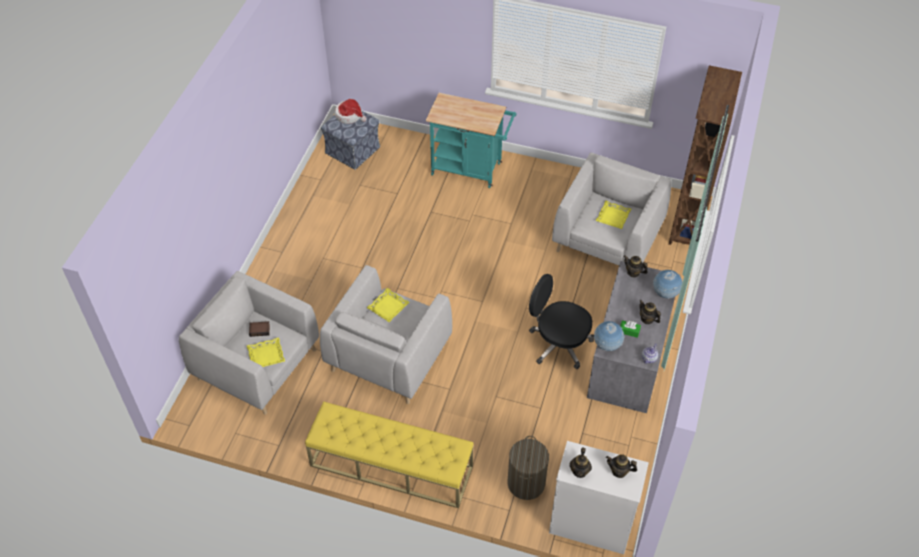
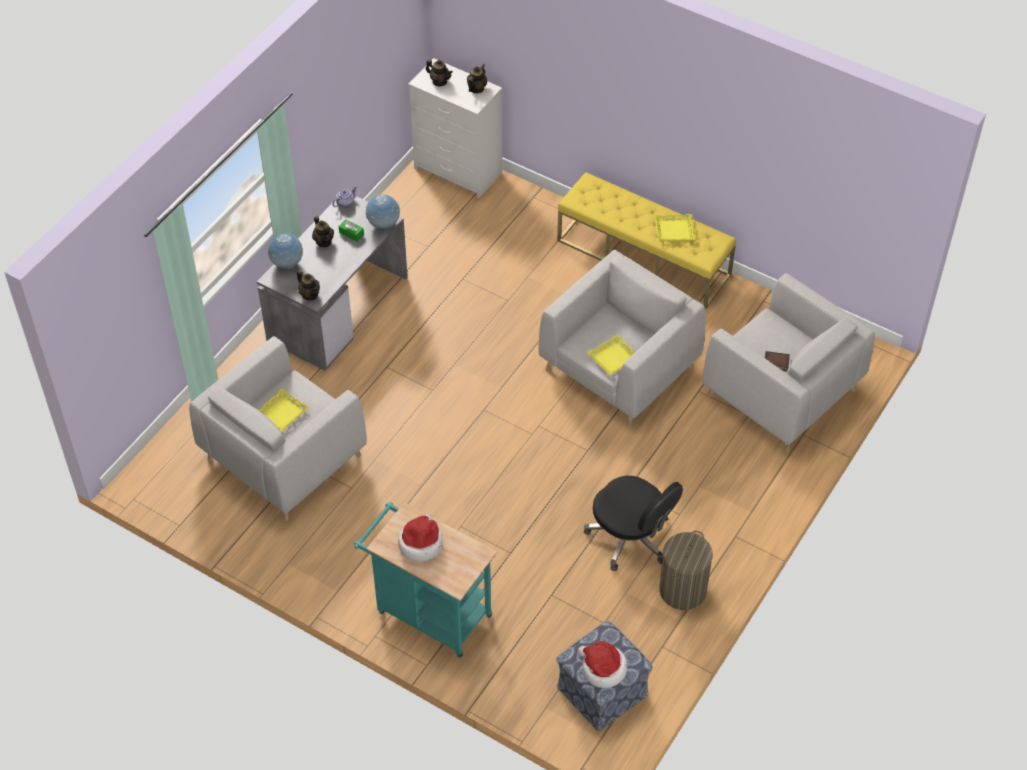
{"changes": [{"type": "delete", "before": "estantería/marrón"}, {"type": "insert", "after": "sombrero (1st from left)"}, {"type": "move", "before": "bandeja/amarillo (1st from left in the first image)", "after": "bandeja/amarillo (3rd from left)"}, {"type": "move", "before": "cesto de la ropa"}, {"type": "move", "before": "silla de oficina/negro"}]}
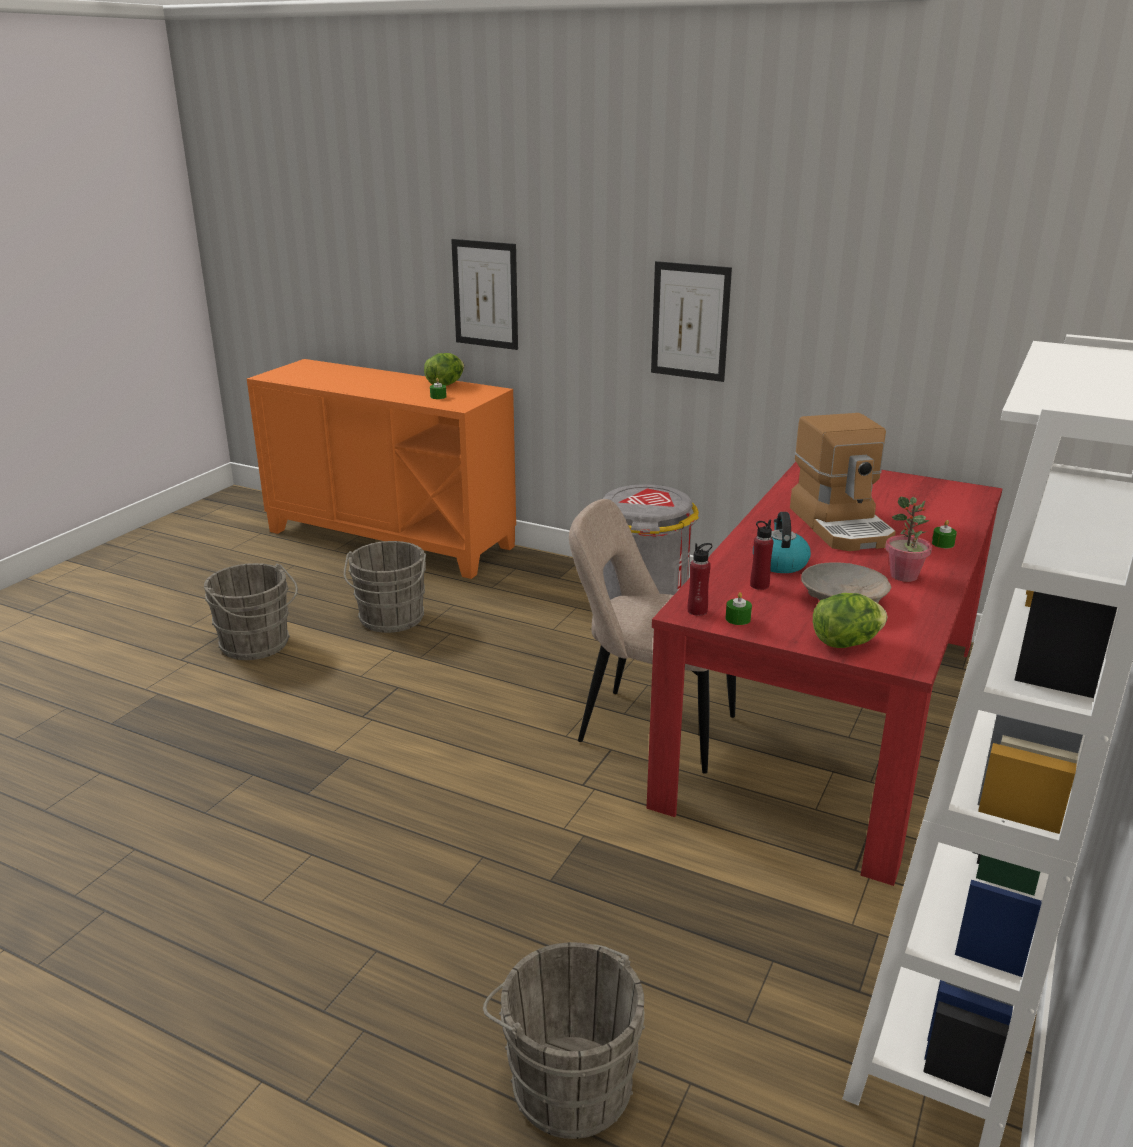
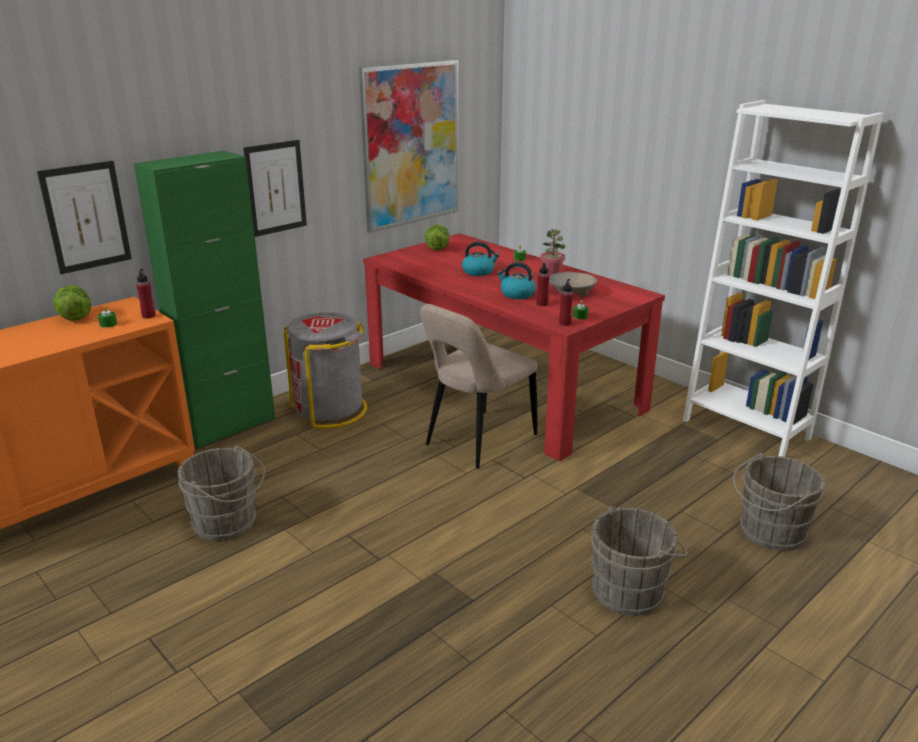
{"changes": [{"type": "insert", "after": "armario/verde"}, {"type": "insert", "after": "botella/rojo (1st from left)"}, {"type": "insert", "after": "cuadro (3rd from left)"}, {"type": "move", "before": "cubo/gris (1st from left in the first image)", "after": "cubo/gris (2nd from left)"}, {"type": "move", "before": "lechuga (2nd from left)"}, {"type": "replace", "before": "cafetera", "after": "hervidor (1st from left)"}]}
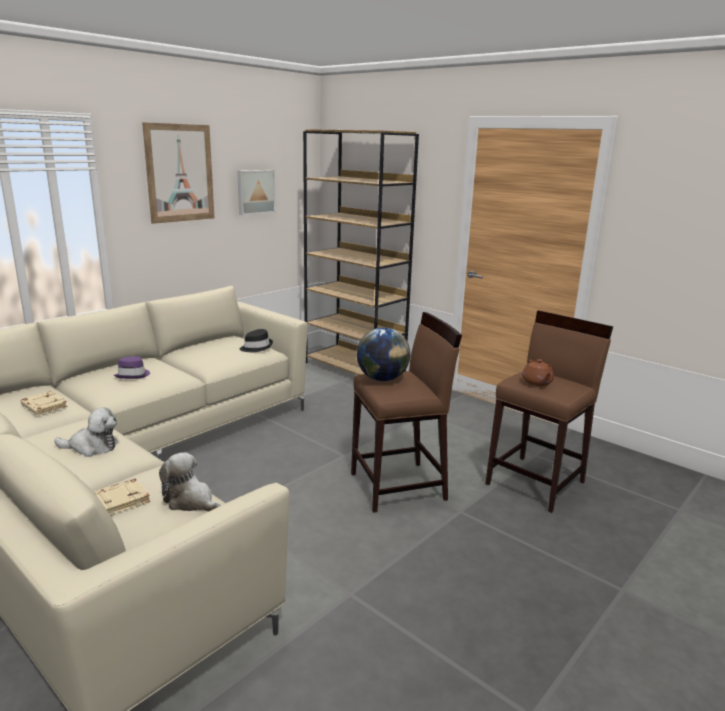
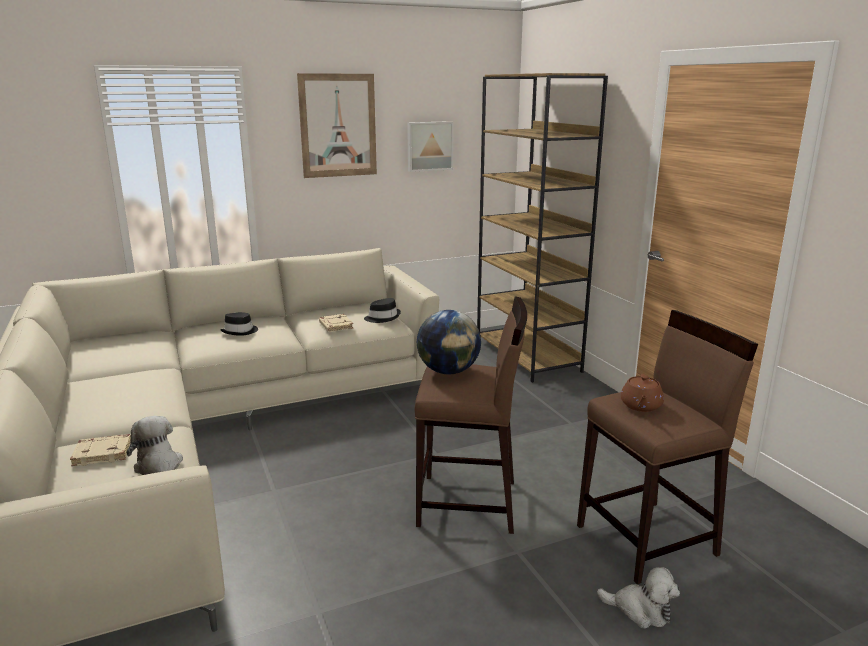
{"changes": [{"type": "move", "before": "libro/beis (1st from left in the first image)", "after": "libro/beis (2nd from left)"}, {"type": "move", "before": "peluche (1st from left in the first image)", "after": "peluche (2nd from left)"}, {"type": "recolor", "before": "sombrero/morado", "after": "sombrero/negro (1st from left)"}]}
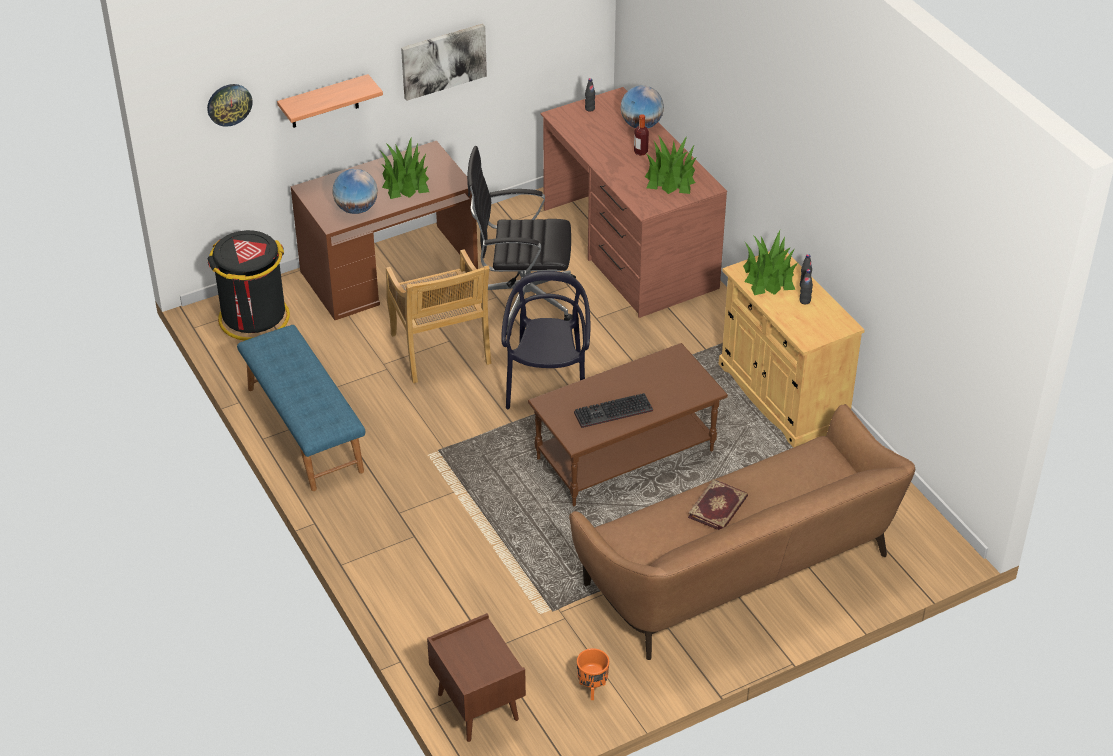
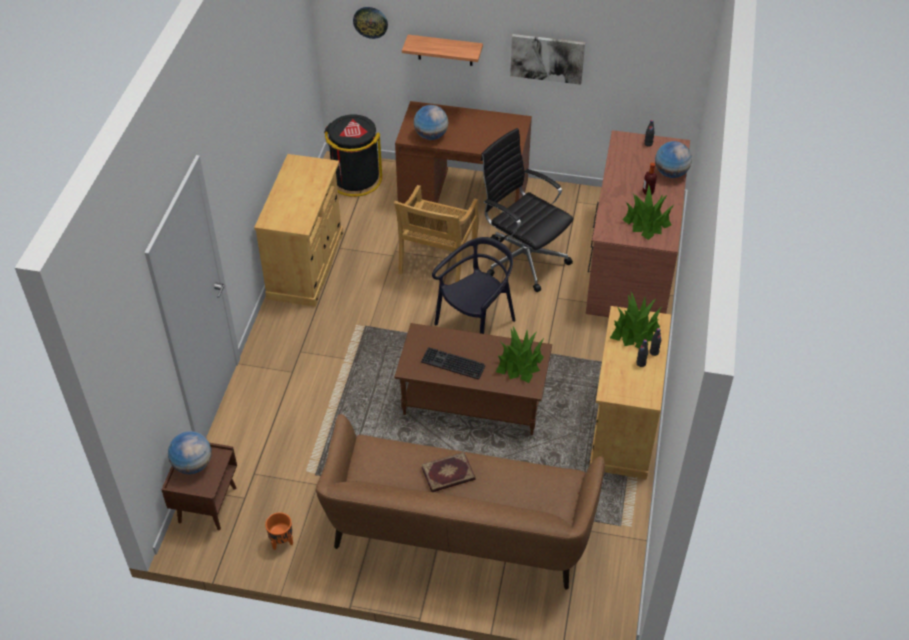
{"changes": [{"type": "insert", "after": "globo terráqueo (1st from left)"}, {"type": "move", "before": "planta en maceta (1st from left)"}, {"type": "replace", "before": "banco/azul", "after": "armario/beis (1st from left)"}]}
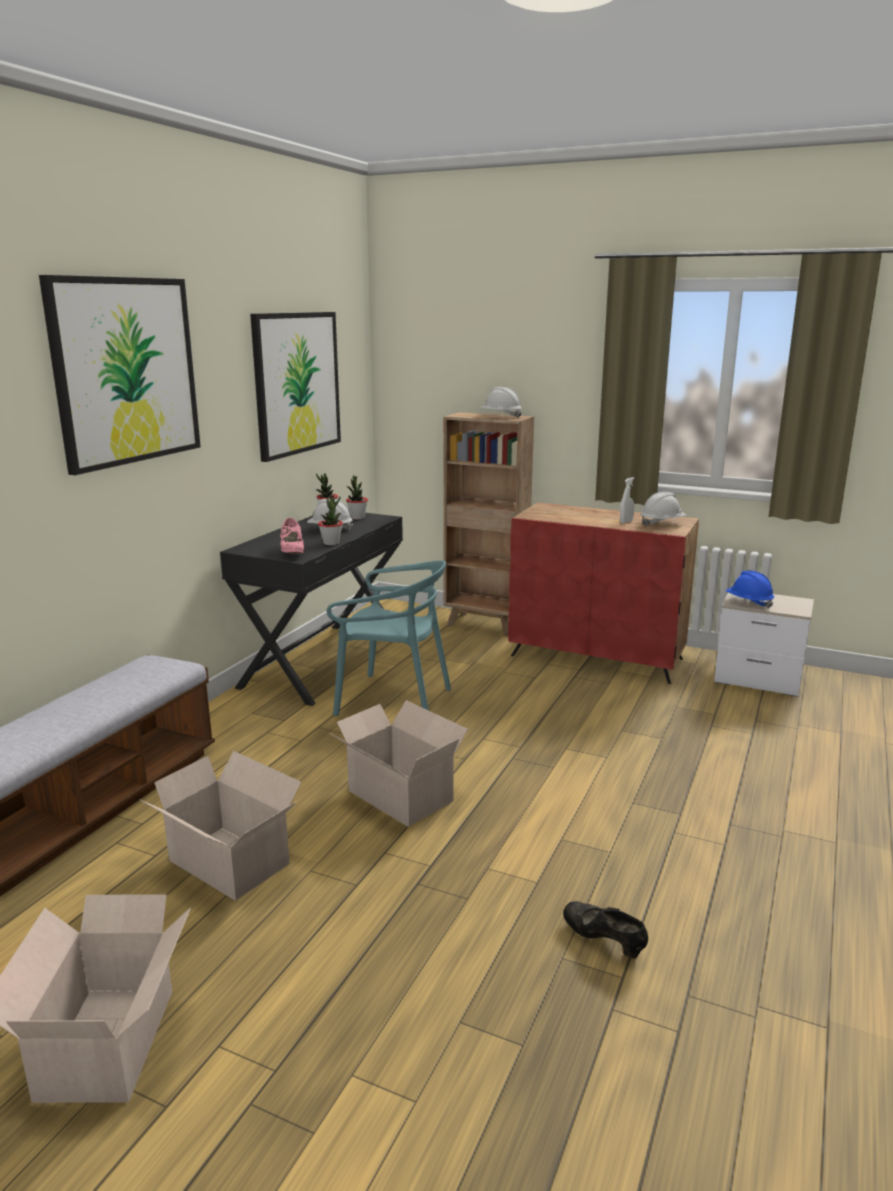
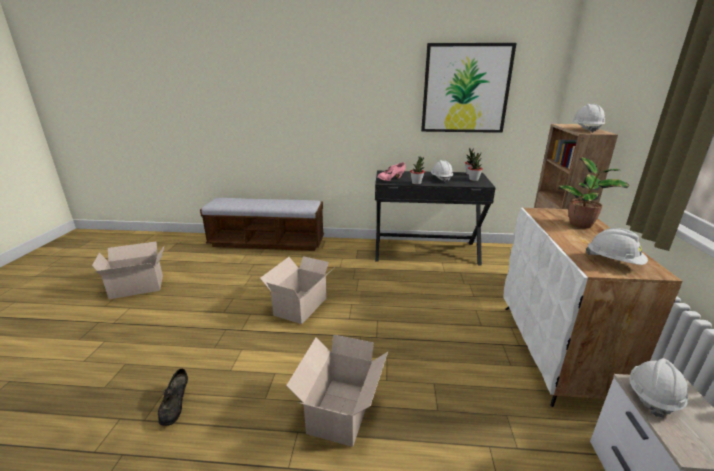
{"changes": [{"type": "delete", "before": "cuadro (1st from left)"}, {"type": "delete", "before": "silla/turquesa"}, {"type": "delete", "before": "pulverizador/blanco"}, {"type": "insert", "after": "planta en maceta (4th from left)"}, {"type": "move", "before": "caja de cartón (2nd from left in the first image)", "after": "caja de cartón (3rd from left)"}, {"type": "recolor", "before": "armario/rojo", "after": "armario/blanco"}, {"type": "recolor", "before": "casco/azul", "after": "casco/blanco (4th from left)"}, {"type": "rotate", "before": "zapato/negro", "turn": 150}]}
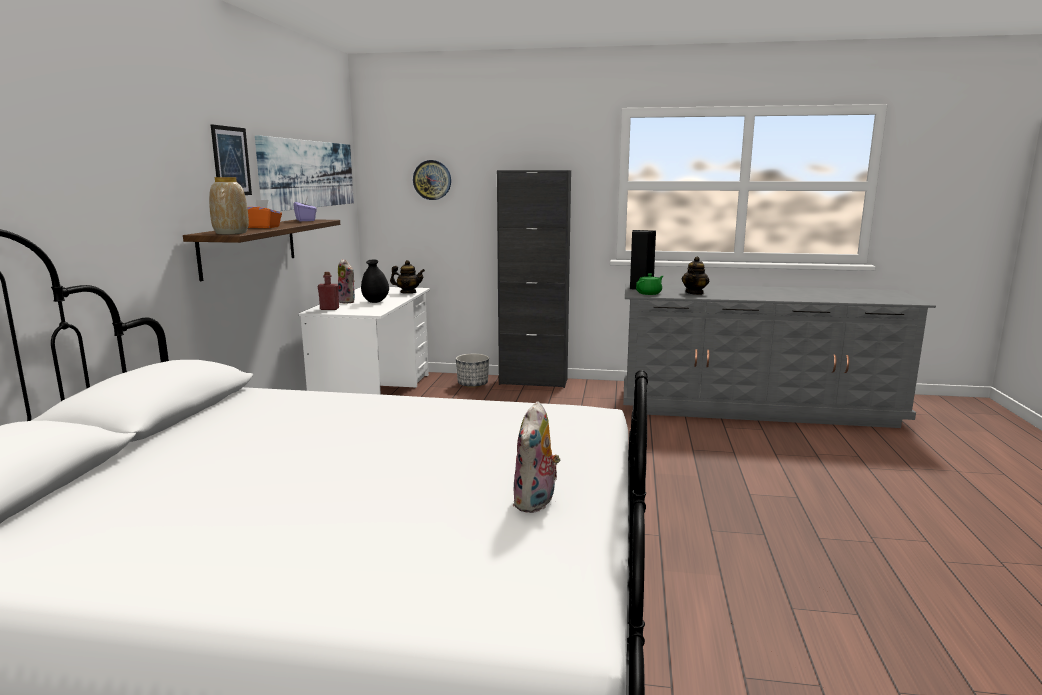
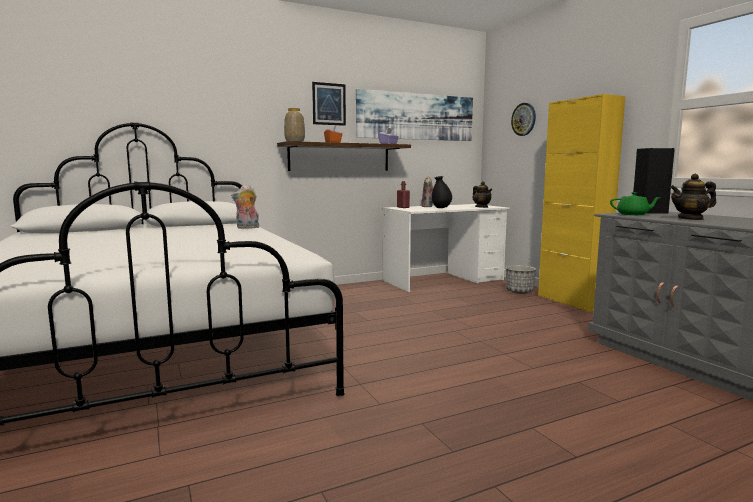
{"changes": [{"type": "move", "before": "peluche (2nd from left in the first image)", "after": "peluche (1st from left)"}, {"type": "recolor", "before": "armario/negro", "after": "armario/amarillo"}]}
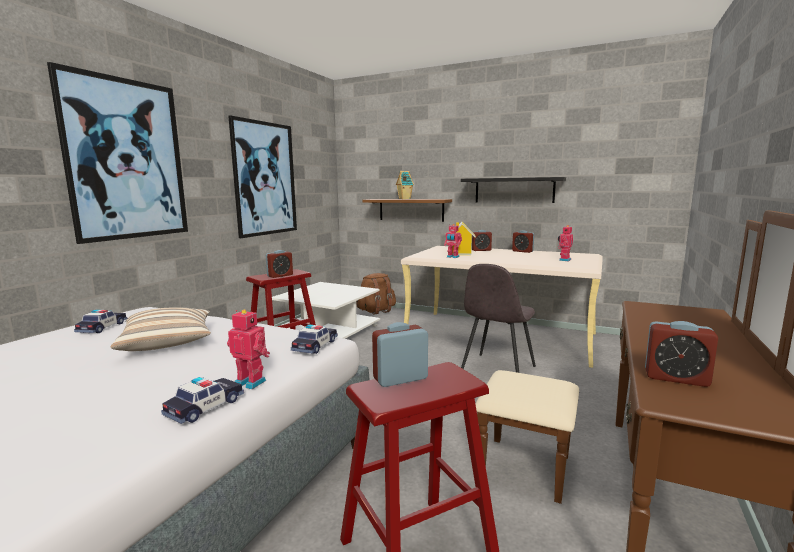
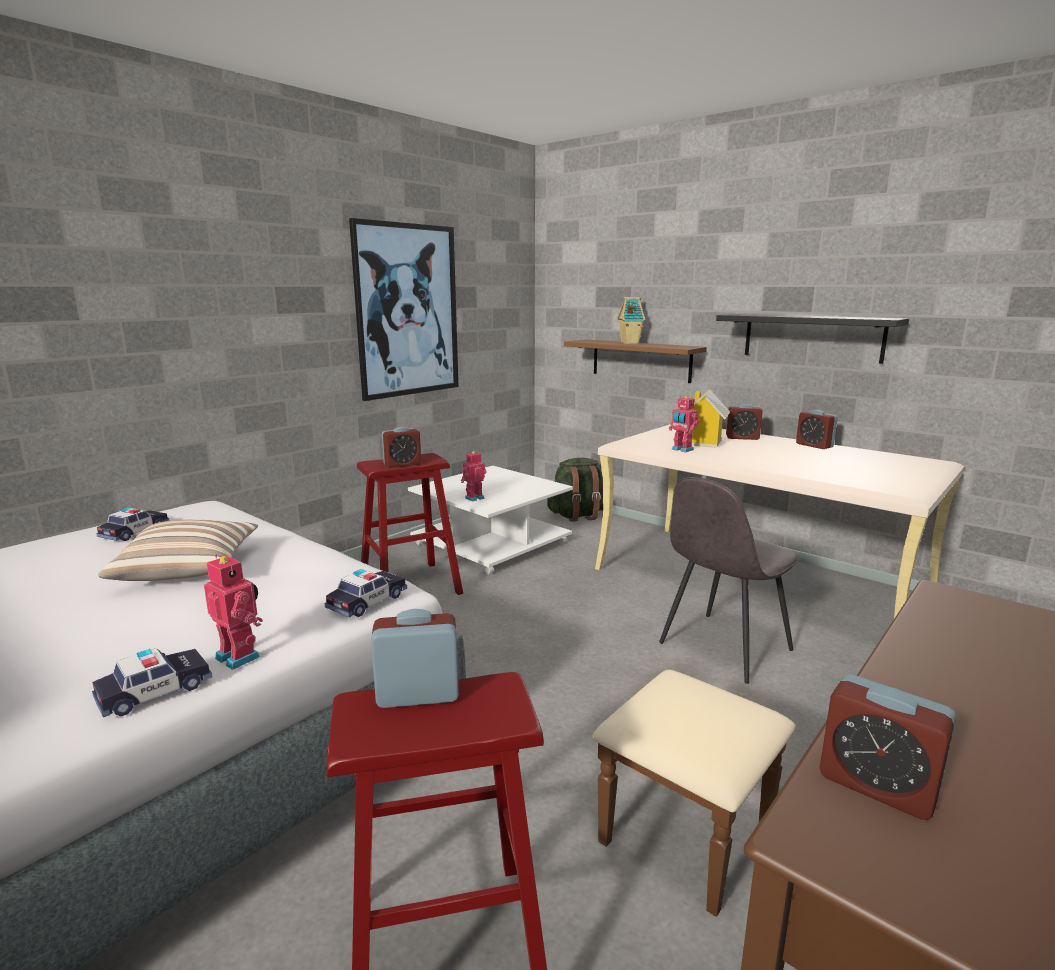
{"changes": [{"type": "delete", "before": "cuadro (1st from left)"}, {"type": "move", "before": "robot de juguete (3rd from left in the first image)", "after": "robot de juguete (2nd from left)"}, {"type": "recolor", "before": "mochila/marrón", "after": "mochila/verde"}]}
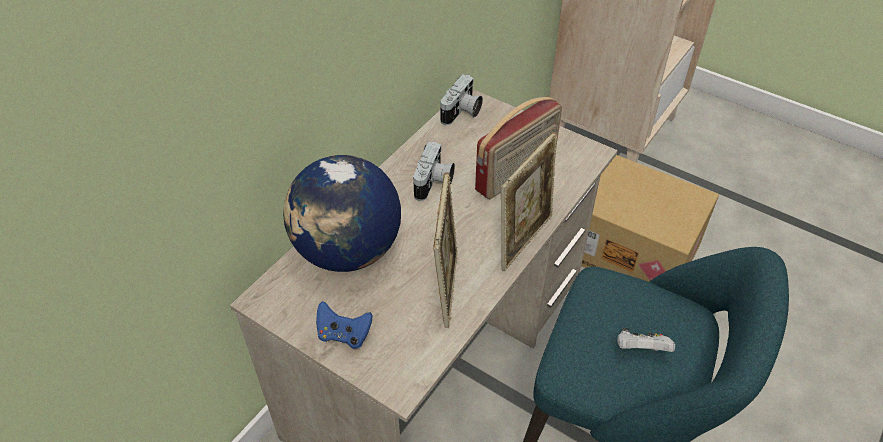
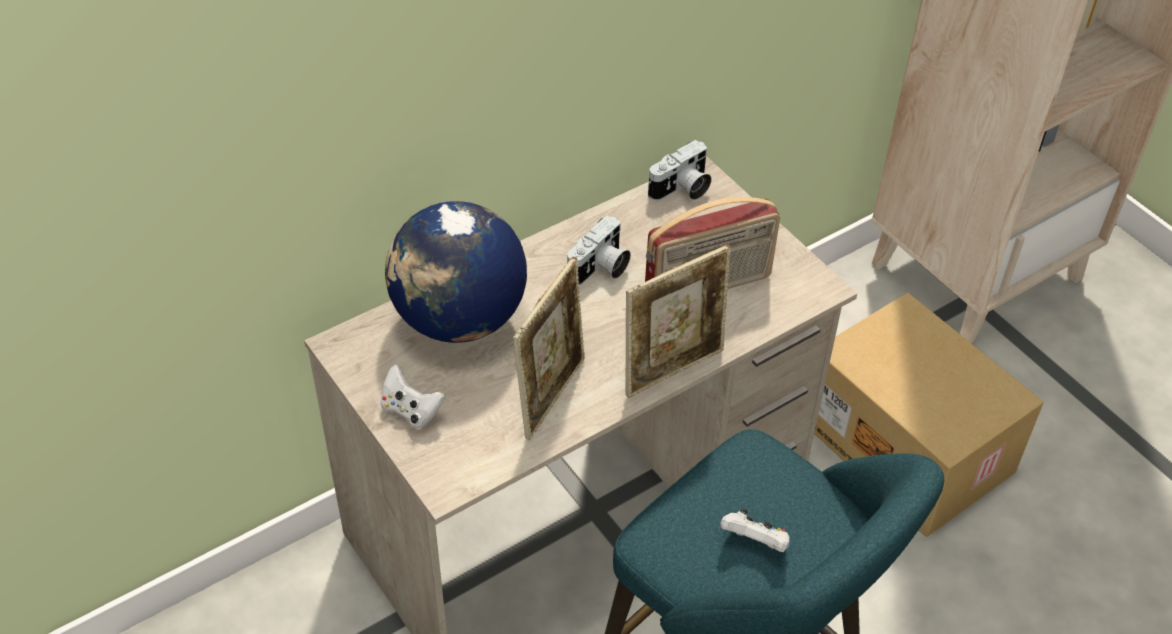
{"changes": [{"type": "recolor", "before": "mando de consola/azul", "after": "mando de consola/blanco (1st from left)"}]}
